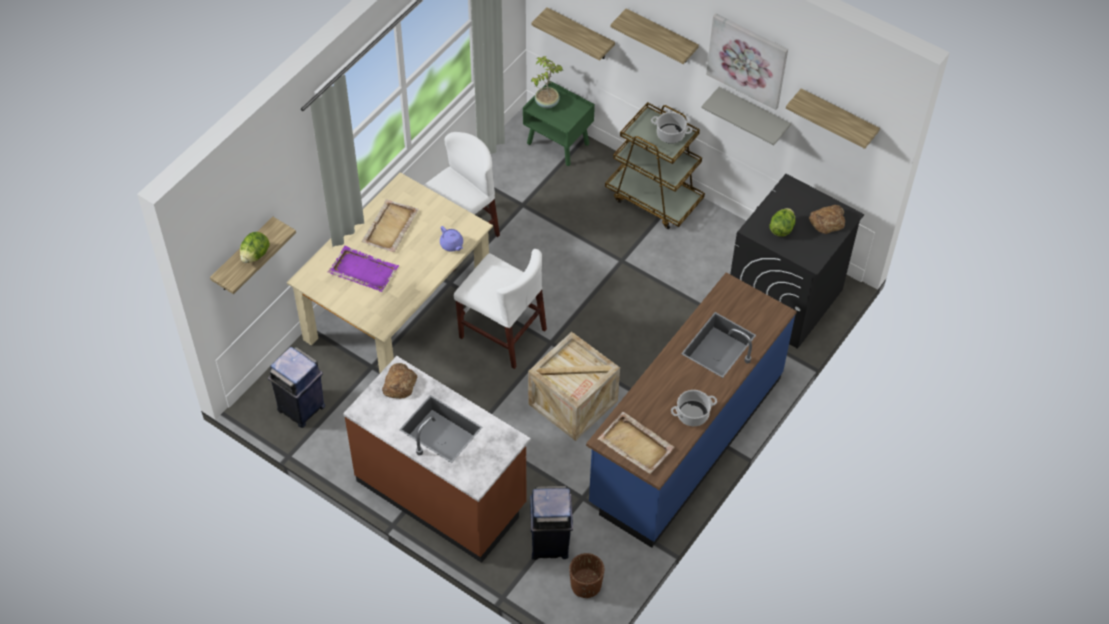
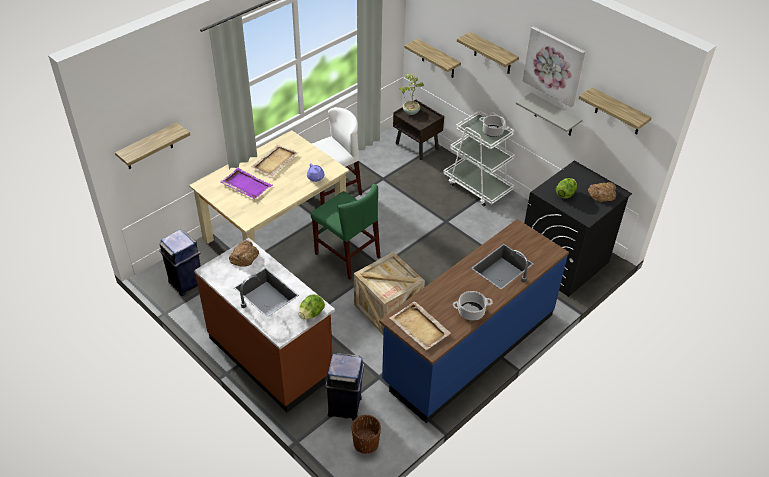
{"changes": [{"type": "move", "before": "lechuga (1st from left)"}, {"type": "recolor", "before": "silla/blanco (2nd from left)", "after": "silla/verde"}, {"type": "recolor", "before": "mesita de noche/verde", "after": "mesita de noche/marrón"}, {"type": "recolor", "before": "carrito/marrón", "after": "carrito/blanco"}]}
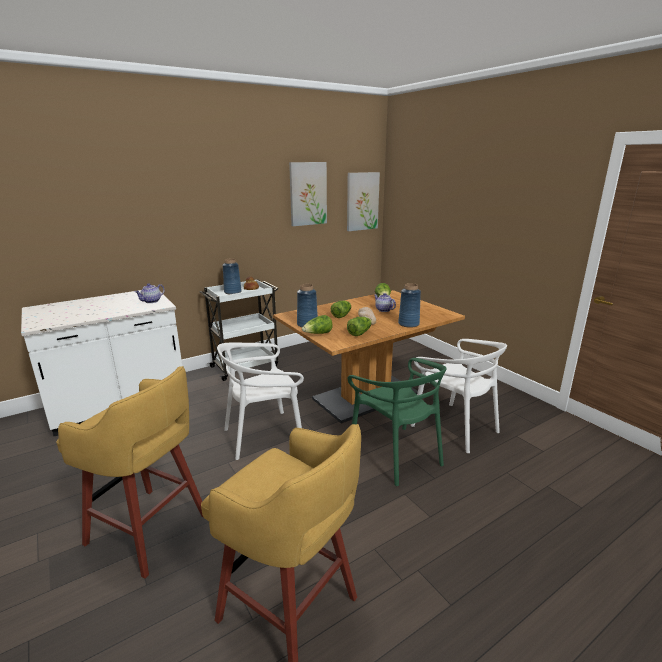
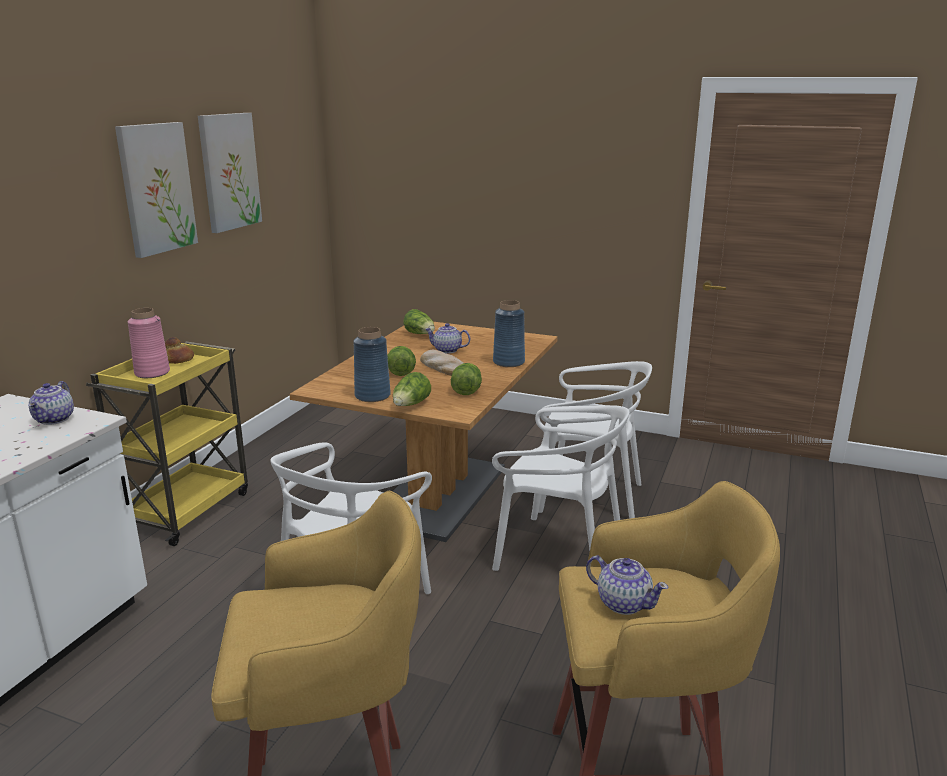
{"changes": [{"type": "insert", "after": "tetera (3rd from left)"}, {"type": "move", "before": "cuadro (2nd from left in the first image)", "after": "cuadro (1st from left)"}, {"type": "recolor", "before": "carrito/blanco", "after": "carrito/amarillo"}, {"type": "recolor", "before": "florero/azul (1st from left)", "after": "florero/rosa"}, {"type": "recolor", "before": "silla/verde", "after": "silla/blanco (2nd from left)"}]}
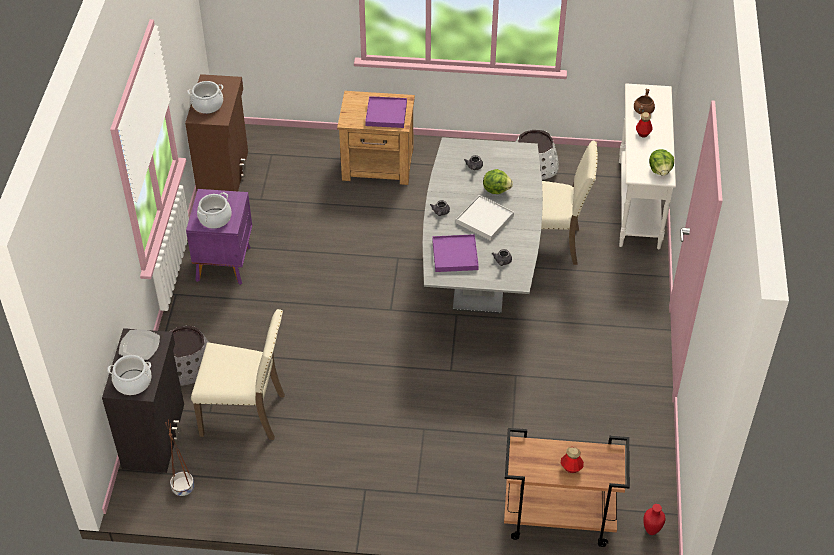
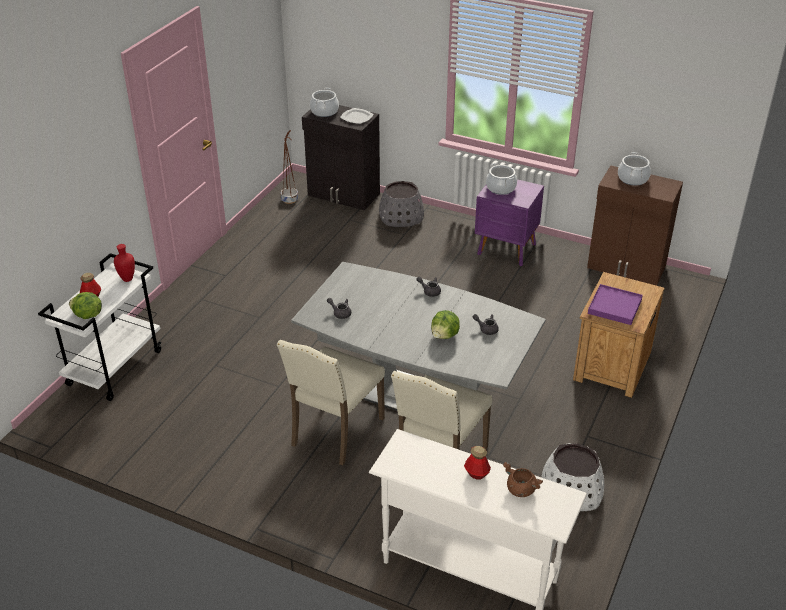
{"changes": [{"type": "delete", "before": "bandeja/morado (2nd from left)"}, {"type": "delete", "before": "bandeja/blanco"}, {"type": "move", "before": "silla/beis (1st from left)"}, {"type": "move", "before": "florero/rojo"}, {"type": "move", "before": "lechuga (2nd from left in the first image)", "after": "lechuga (1st from left)"}, {"type": "recolor", "before": "carrito/marrón", "after": "carrito/blanco"}]}
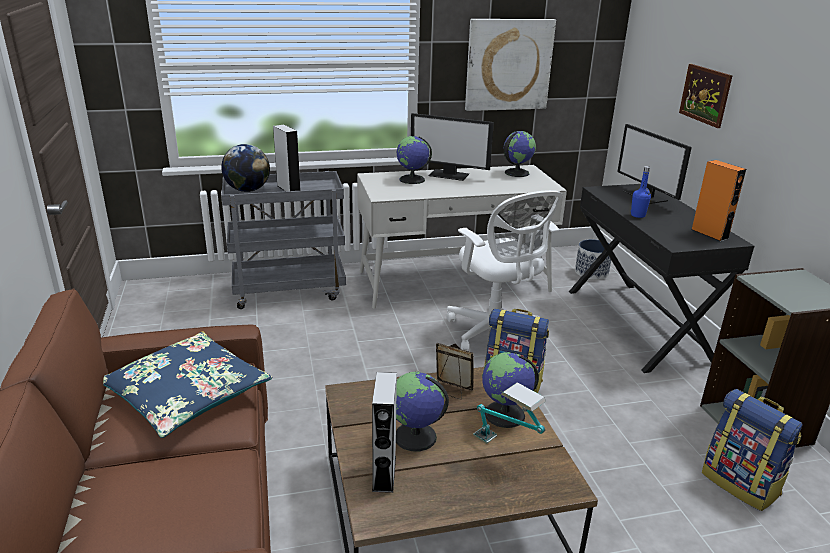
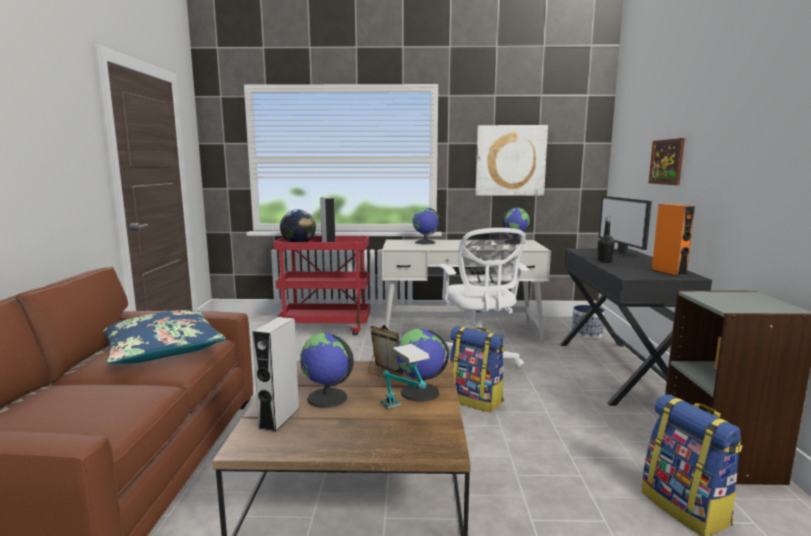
{"changes": [{"type": "delete", "before": "monitor (1st from left)"}, {"type": "recolor", "before": "carrito/gris", "after": "carrito/rojo"}, {"type": "recolor", "before": "botella/azul", "after": "botella/negro"}]}
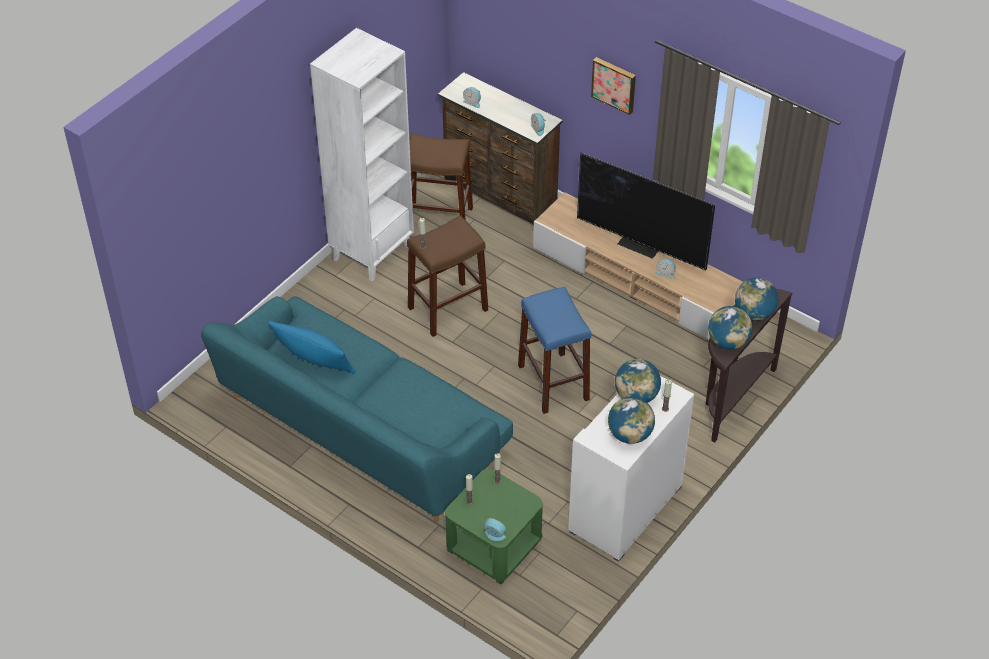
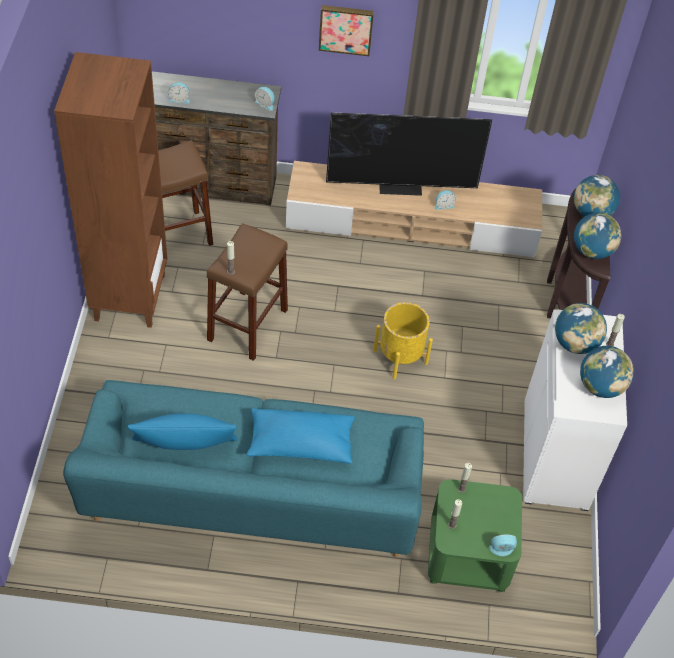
{"changes": [{"type": "insert", "after": "cojín/azul (2nd from left)"}, {"type": "replace", "before": "taburete/azul", "after": "maceta/amarillo"}, {"type": "recolor", "before": "estantería/blanco", "after": "estantería/marrón"}]}
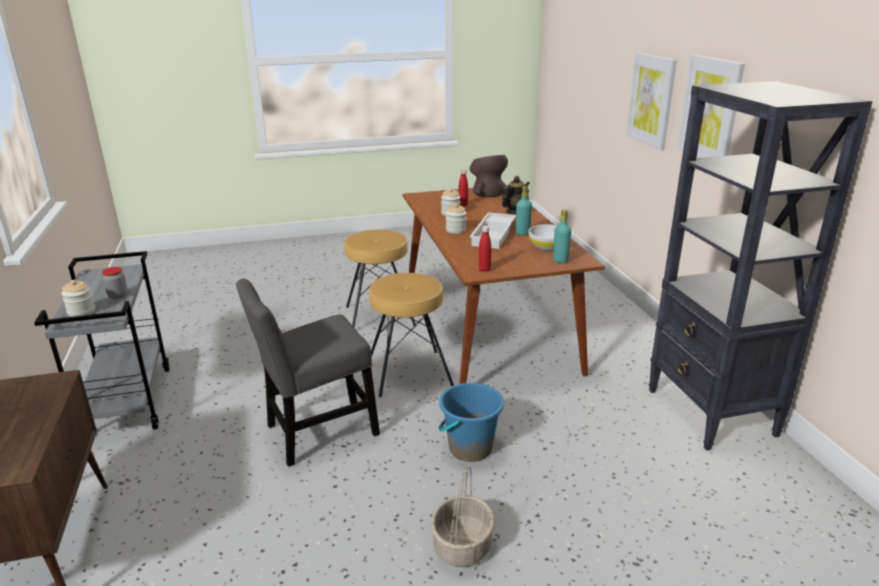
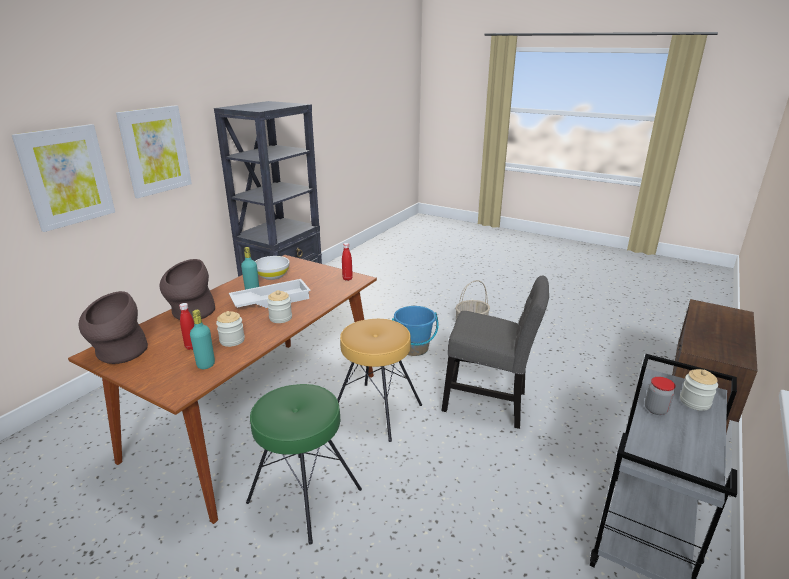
{"changes": [{"type": "move", "before": "botella/turquesa (2nd from left in the first image)", "after": "botella/turquesa (1st from left)"}, {"type": "replace", "before": "tetera", "after": "florero/marrón (2nd from left)"}, {"type": "recolor", "before": "taburete/marrón (1st from left)", "after": "taburete/verde"}]}
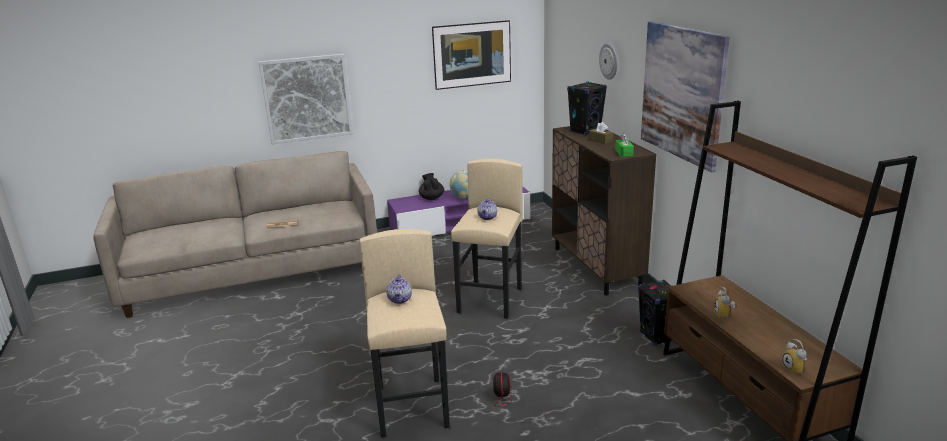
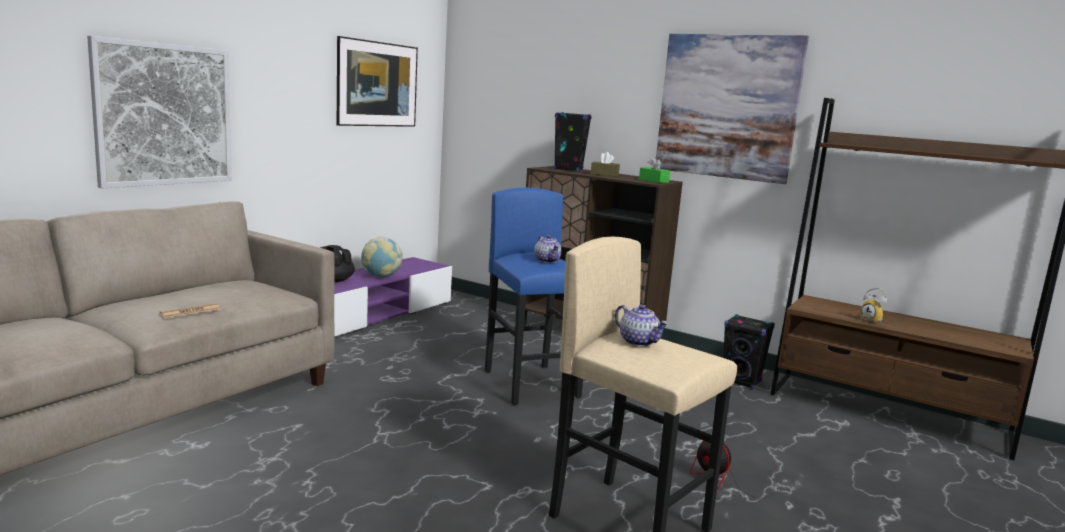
{"changes": [{"type": "delete", "before": "reloj de pared"}, {"type": "delete", "before": "despertador (2nd from left)"}, {"type": "recolor", "before": "taburete/beis (2nd from left)", "after": "taburete/azul"}]}
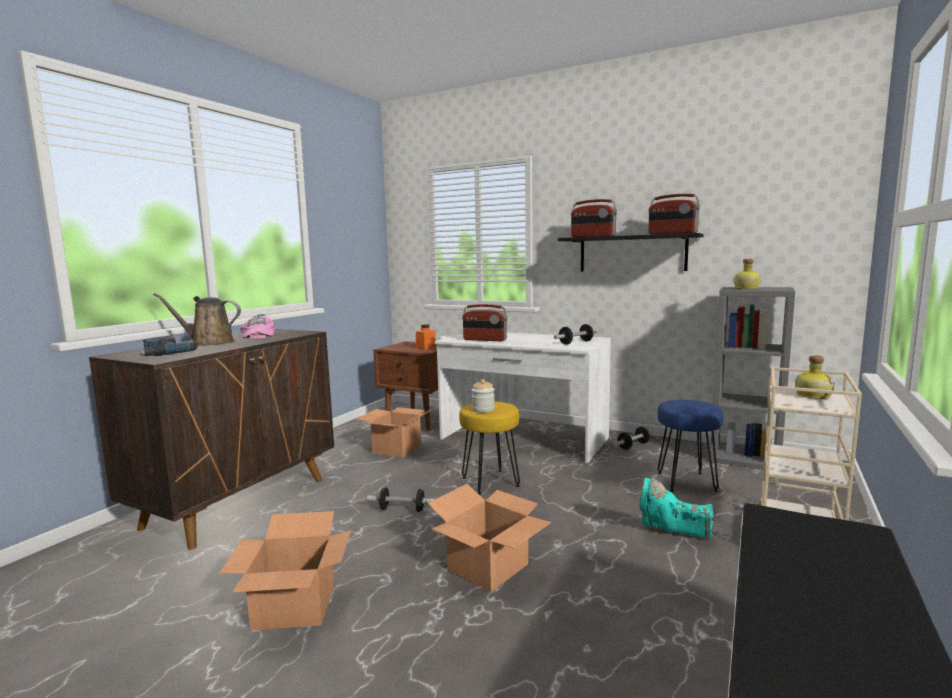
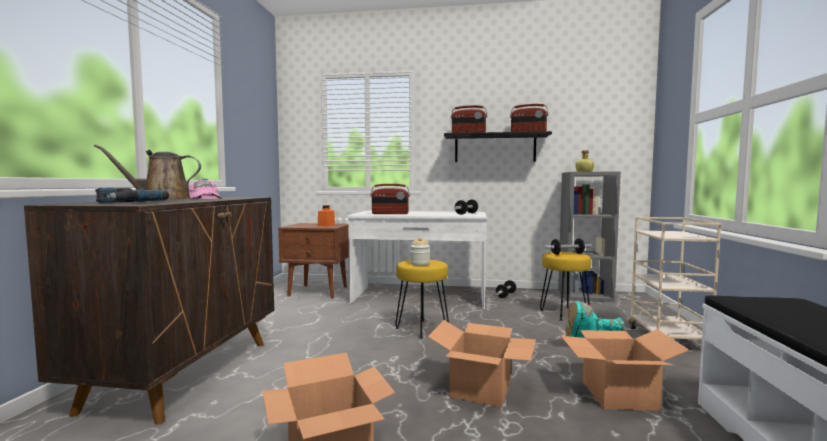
{"changes": [{"type": "delete", "before": "botella (2nd from left)"}, {"type": "move", "before": "caja de cartón (2nd from left in the first image)", "after": "caja de cartón (3rd from left)"}, {"type": "move", "before": "mancuerna (1st from left in the first image)", "after": "mancuerna (3rd from left)"}, {"type": "recolor", "before": "taburete/azul", "after": "taburete/amarillo (2nd from left)"}]}
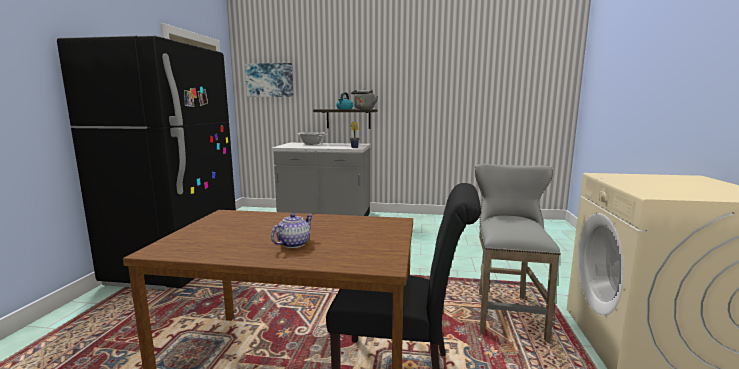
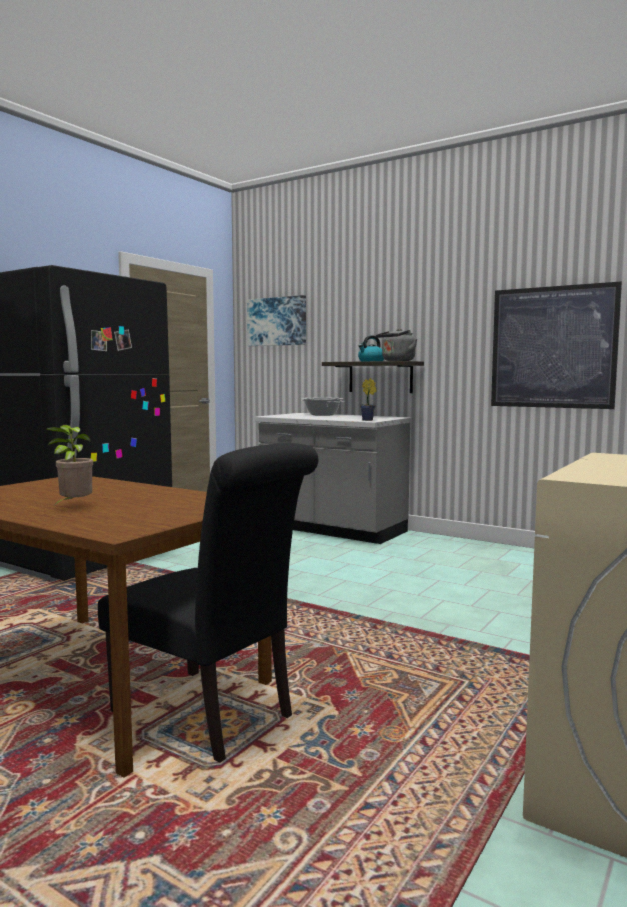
{"changes": [{"type": "delete", "before": "taburete/gris"}, {"type": "insert", "after": "cuadro (2nd from left)"}, {"type": "replace", "before": "tetera", "after": "planta en maceta (1st from left)"}]}
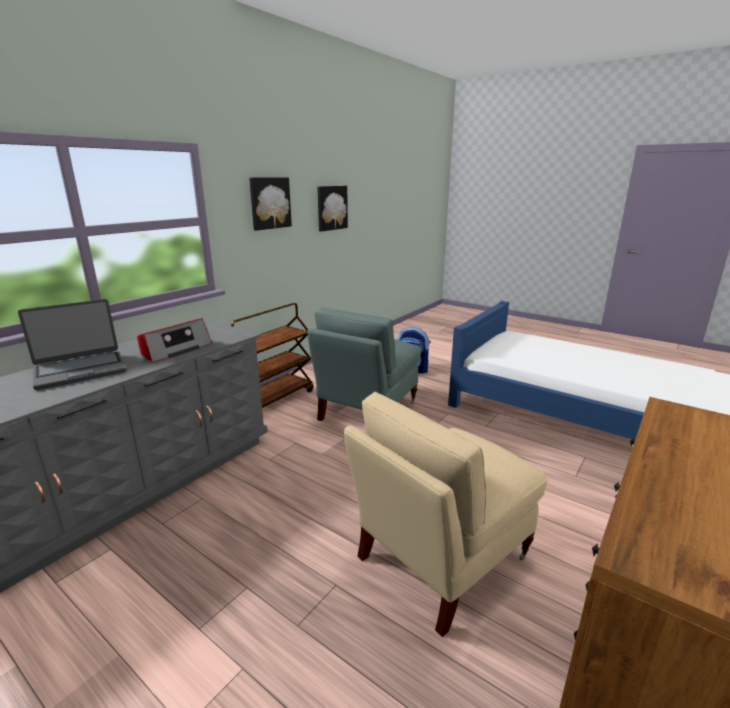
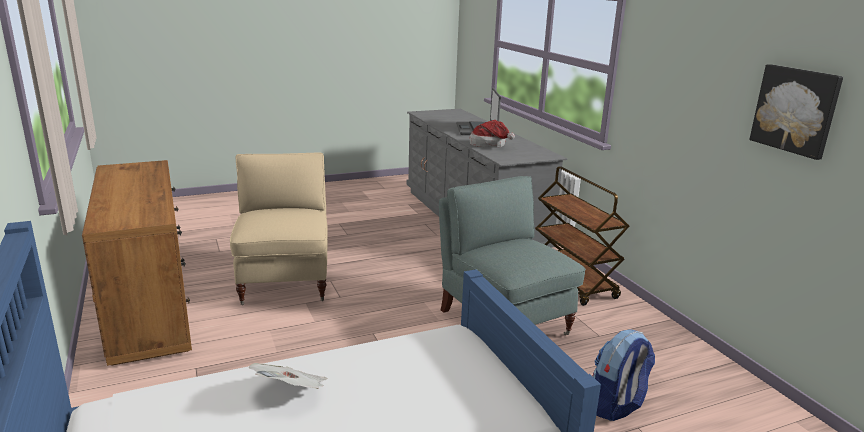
{"changes": [{"type": "delete", "before": "cuadro (1st from left)"}, {"type": "insert", "after": "periódico"}, {"type": "replace", "before": "radio", "after": "sombrero"}]}
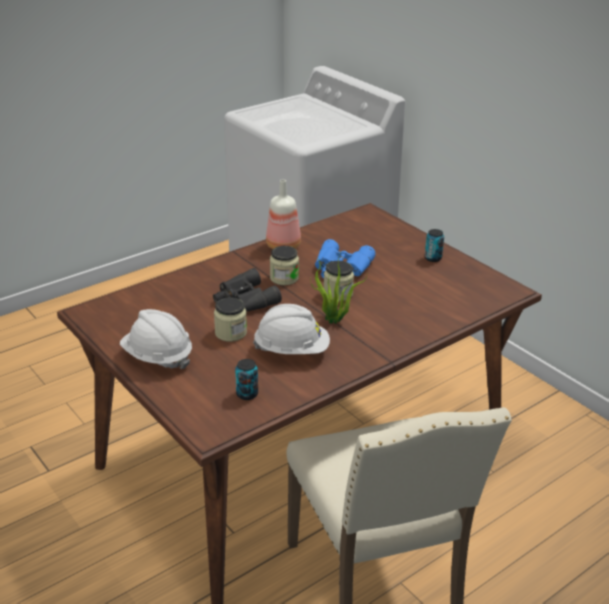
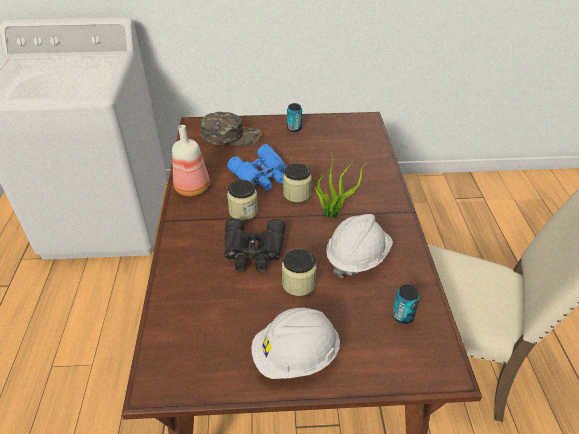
{"changes": [{"type": "insert", "after": "gorra/verde"}]}
